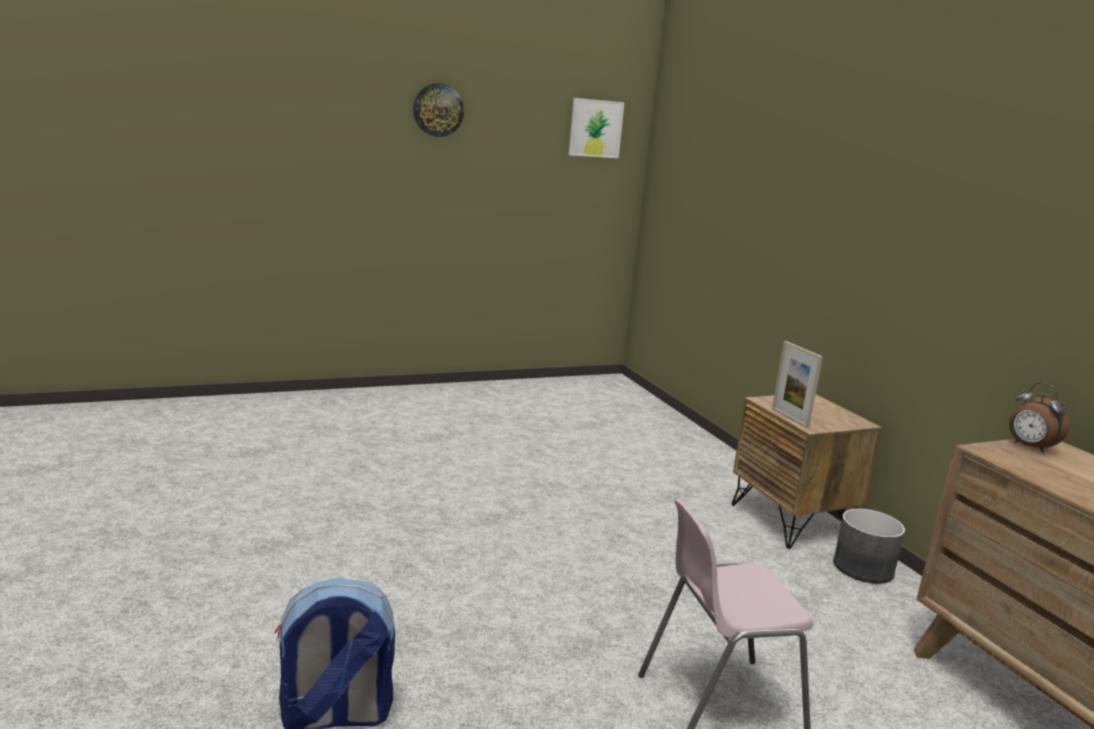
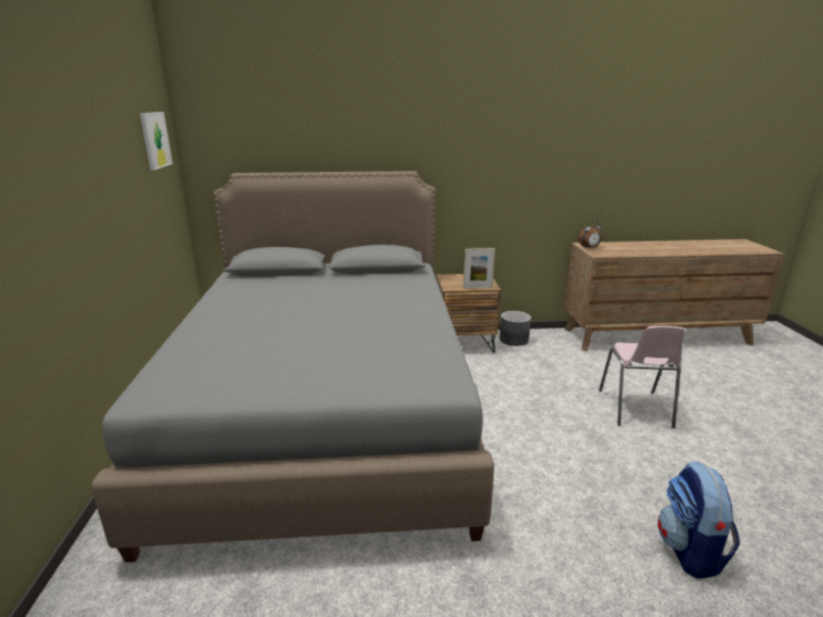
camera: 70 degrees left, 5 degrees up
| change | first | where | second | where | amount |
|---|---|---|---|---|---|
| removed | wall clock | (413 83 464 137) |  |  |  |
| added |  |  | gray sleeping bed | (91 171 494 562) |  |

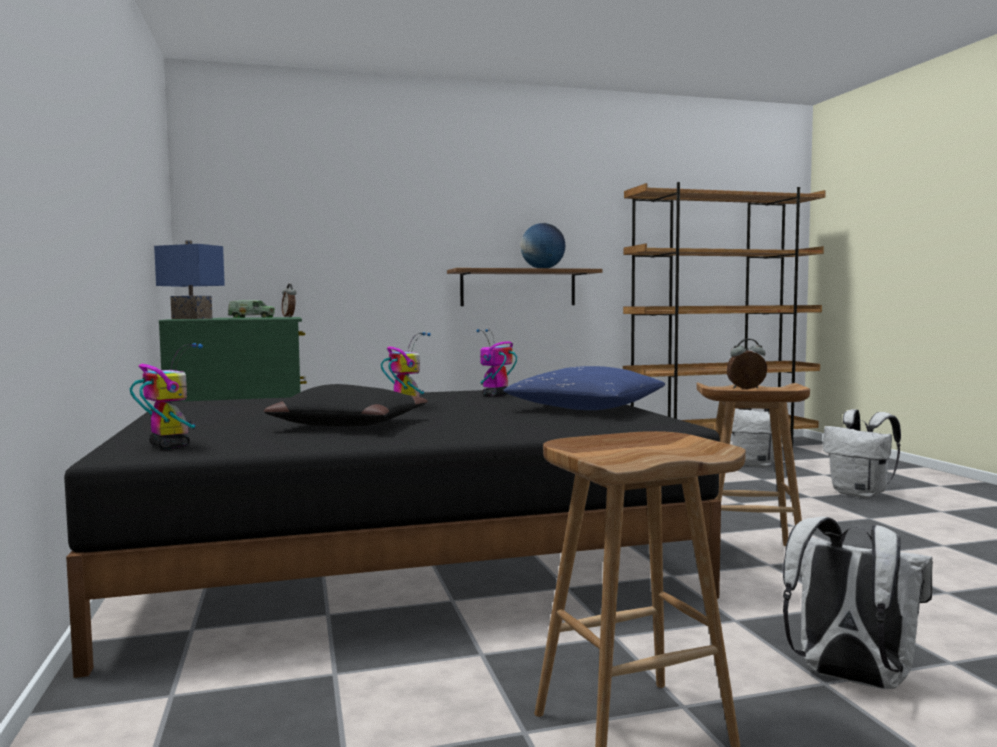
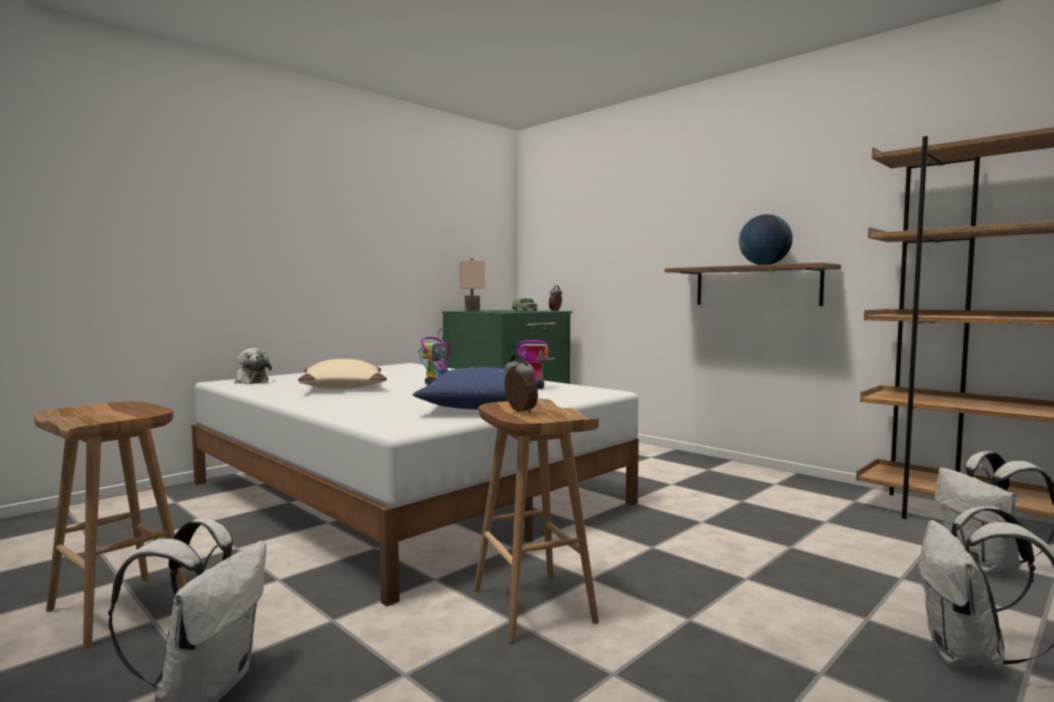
camera: 60 degrees right, 0 degrees up
| change | first | where | second | where | amount |
|---|---|---|---|---|---|
| replaced | toy robot | (130 343 203 449) | cuddly toy | (234 348 272 384) |  |
| recoloured | black sleeping bed | (64 390 721 678) | whitish sleeping bed | (192 363 639 607) |  |
| recoloured | bluish table lamp | (154 240 225 319) | beige table lamp | (460 258 485 311) |  |
| recoloured | black cushion | (264 384 428 427) | beige cushion | (298 359 387 389) |  |

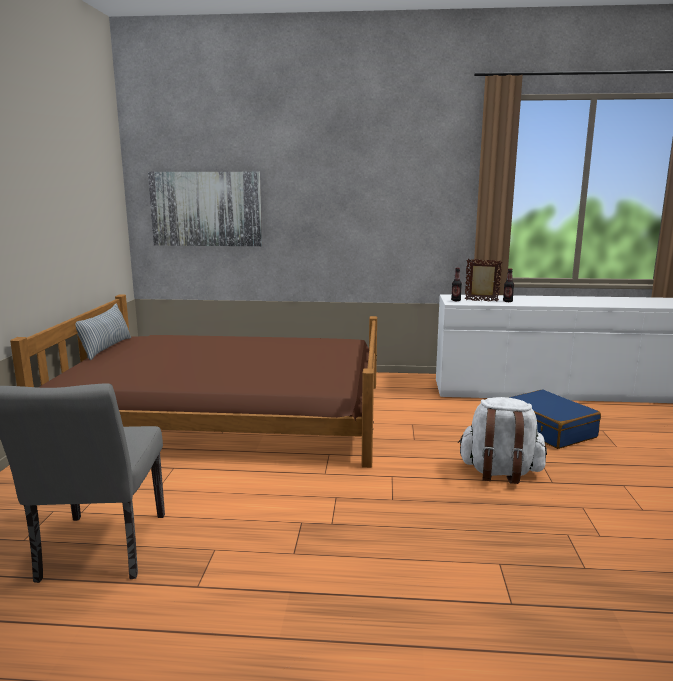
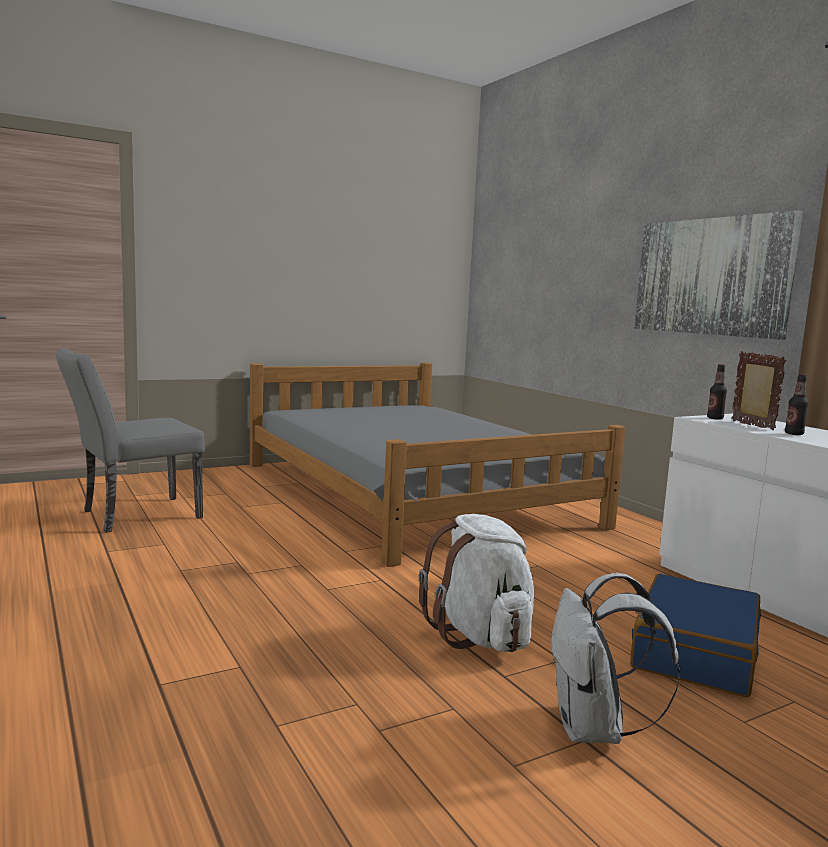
camera: 55 degrees right, 5 degrees down
| change | first | where | second | where | amount |
|---|---|---|---|---|---|
| removed | cushion | (75 304 131 360) |  |  |  |
| added |  |  | whitish backpack | (551 573 680 744) |  |
| moved | wall art | (148 172 262 246) |  | (634 210 803 340) |  |
| recoloured | brown sleeping bed | (10 295 377 468) | gray sleeping bed | (250 362 625 567) |  |

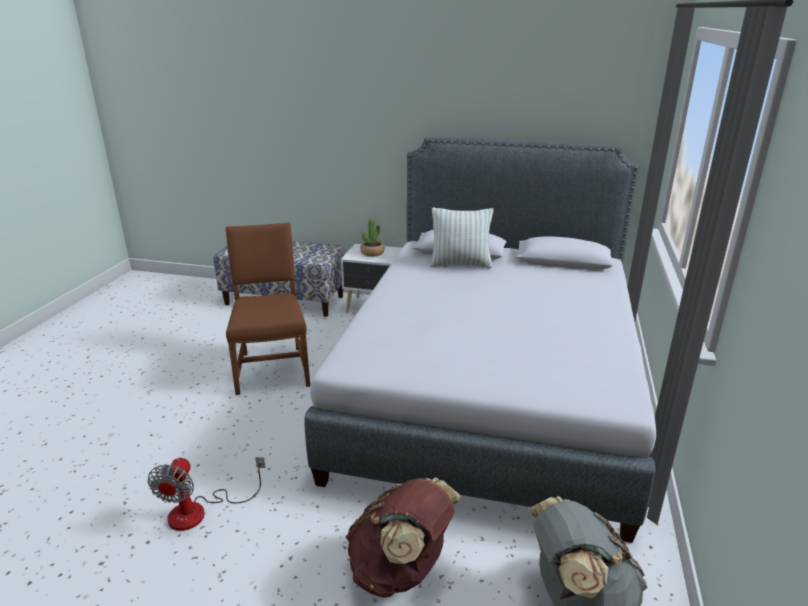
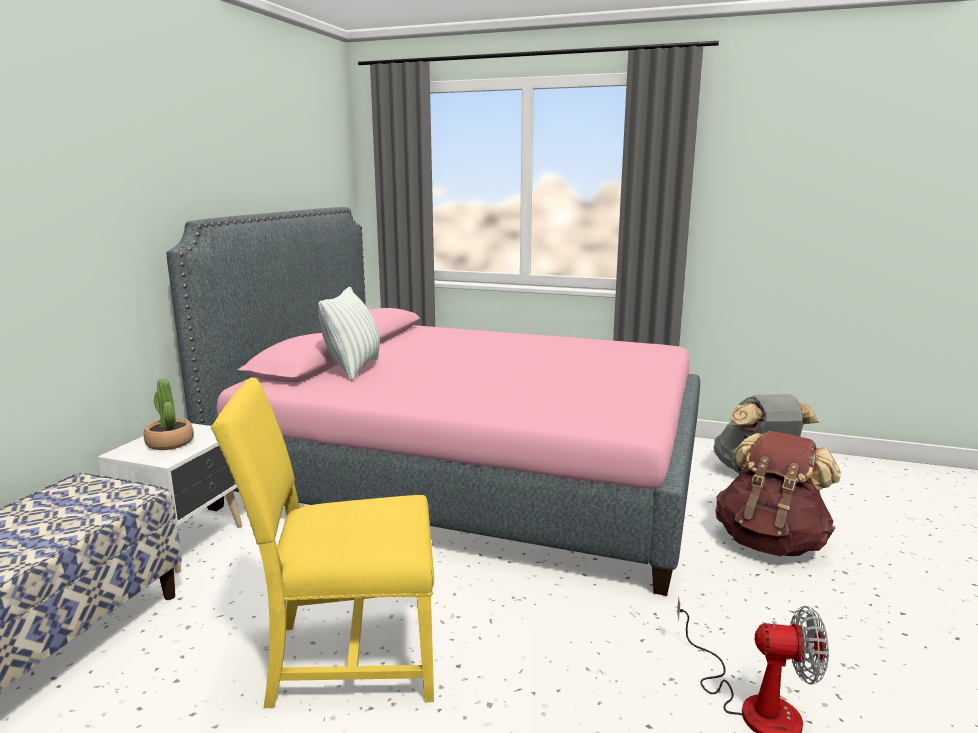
camera: 85 degrees left, 10 degrees down
| change | first | where | second | where | amount |
|---|---|---|---|---|---|
| recoloured | brown upright chair | (226 222 310 395) | yellowish upright chair | (210 378 434 708) |  |
| recoloured | gray sleeping bed | (305 137 656 543) | pink-coloured sleeping bed | (166 207 700 596) |  |

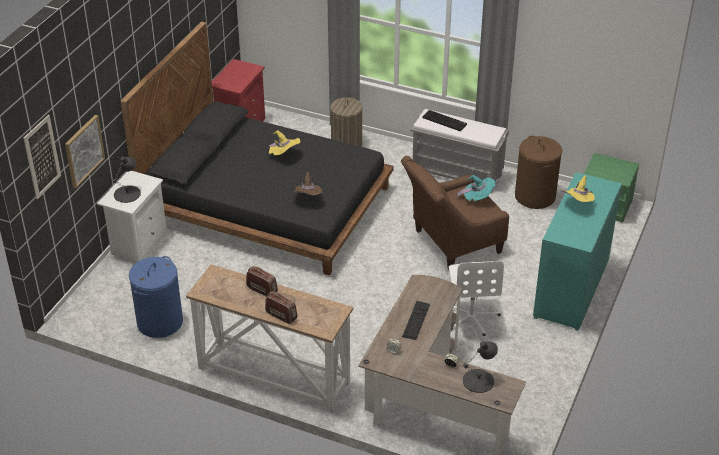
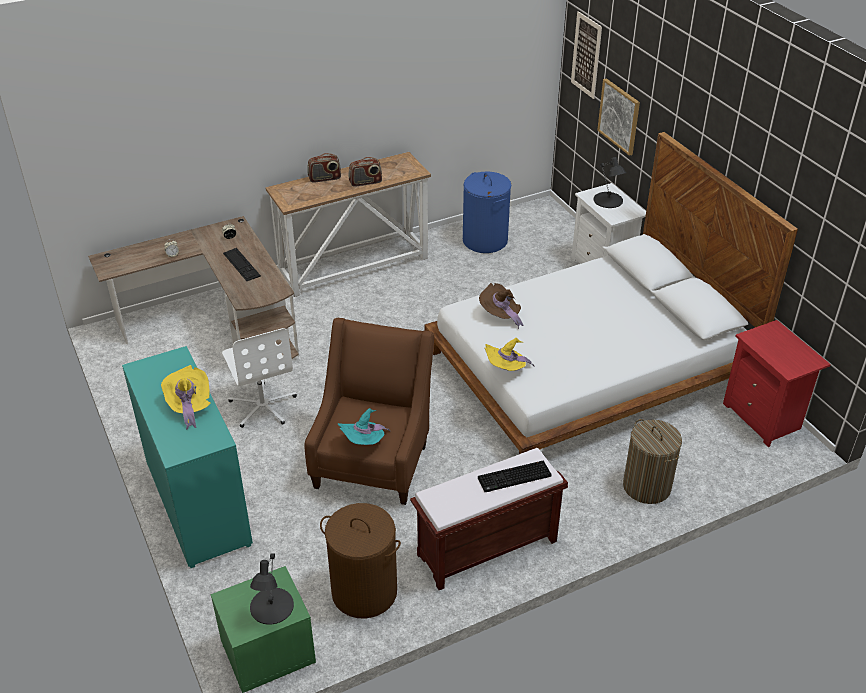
camera: 130 degrees right, 0 degrees up
| change | first | where | second | where | amount |
|---|---|---|---|---|---|
| moved | yellowish hat | (267 130 300 155) |  | (484 338 535 371) |  |
| moved | black table lamp | (463 341 498 393) |  | (250 553 294 625) |  |
| recoloured | black sleeping bed | (120 22 394 275) | whitish sleeping bed | (425 132 798 454) |  |
| recoloured | gray indoor bench | (410 109 509 193) | brown indoor bench | (410 448 568 590) |  |
| turned | whitish office chair | (449 261 504 336) |  | (222 328 297 428) | 150 degrees counterclockwise |

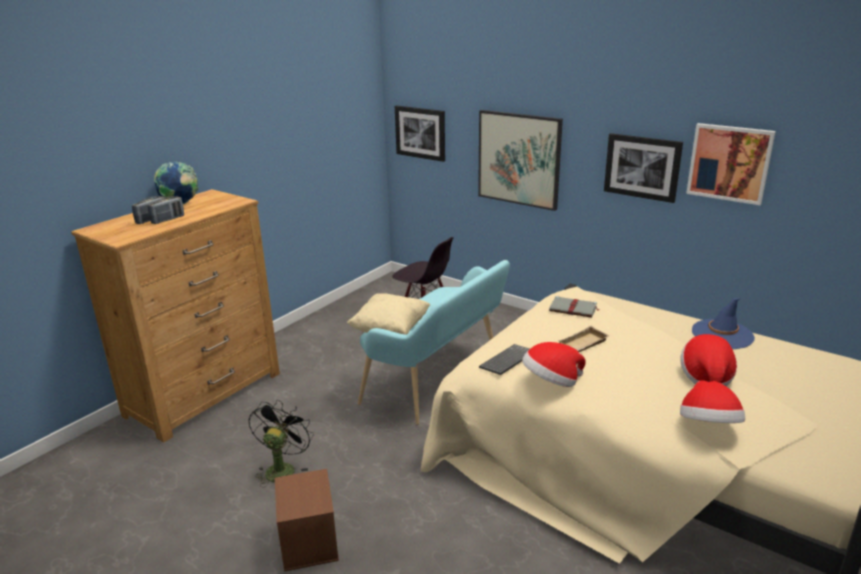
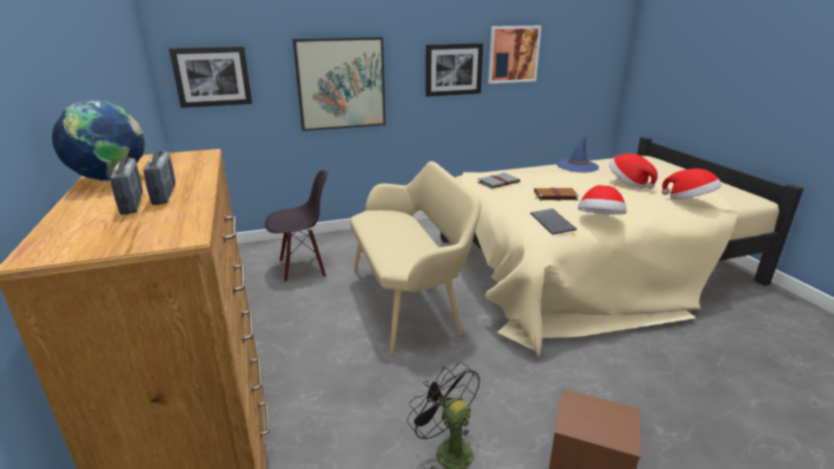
camera: 55 degrees left, 0 degrees up
| change | first | where | second | where | amount |
|---|---|---|---|---|---|
| removed | beige cushion | (347 293 430 335) |  |  |  |
| replaced | beige serving tray | (559 326 610 352) | brown bound book | (534 188 579 201) |  |
| recoloured | turquoise indoor bench | (358 260 510 425) | beige indoor bench | (350 161 481 355) |  |

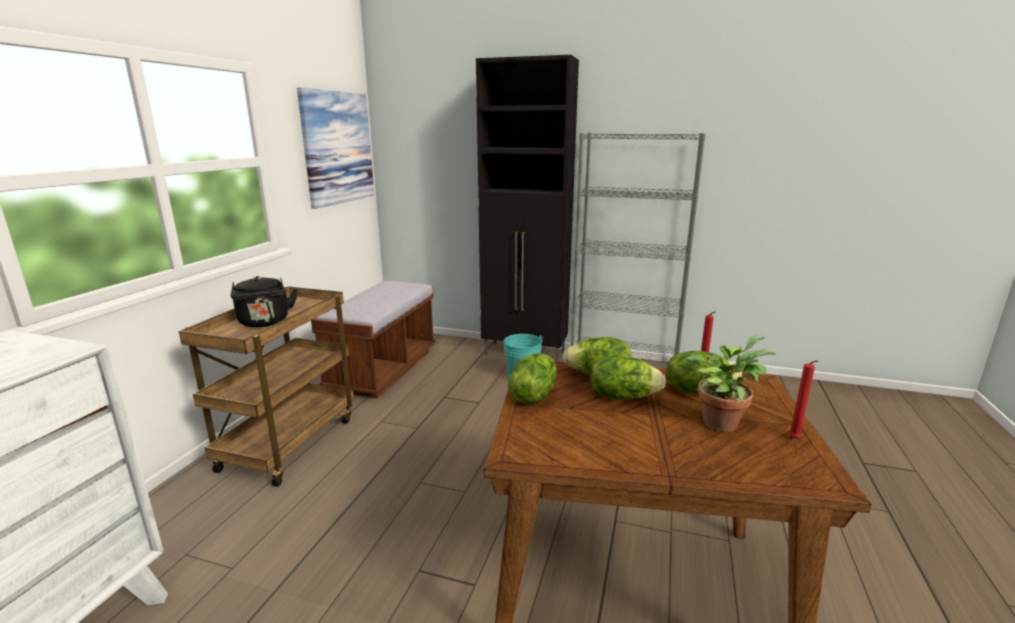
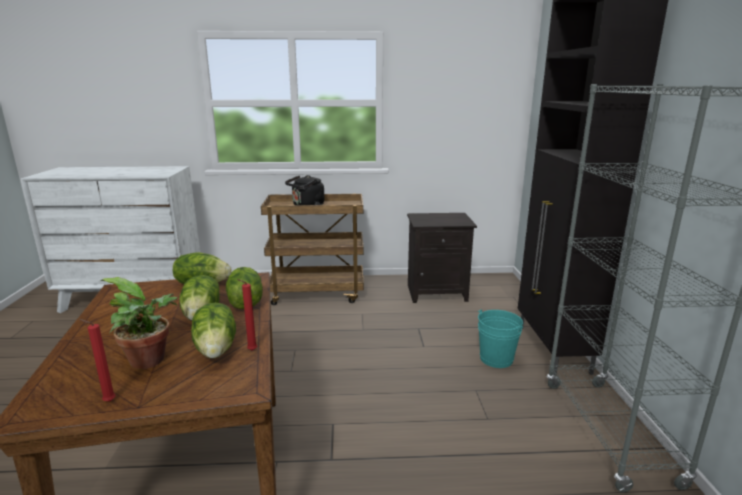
camera: 70 degrees right, 0 degrees up
| change | first | where | second | where | amount |
|---|---|---|---|---|---|
| removed | wall art | (297 87 374 209) |  |  |  |
| replaced | brown indoor bench | (311 281 436 399) | black night table | (407 213 477 303) |  |

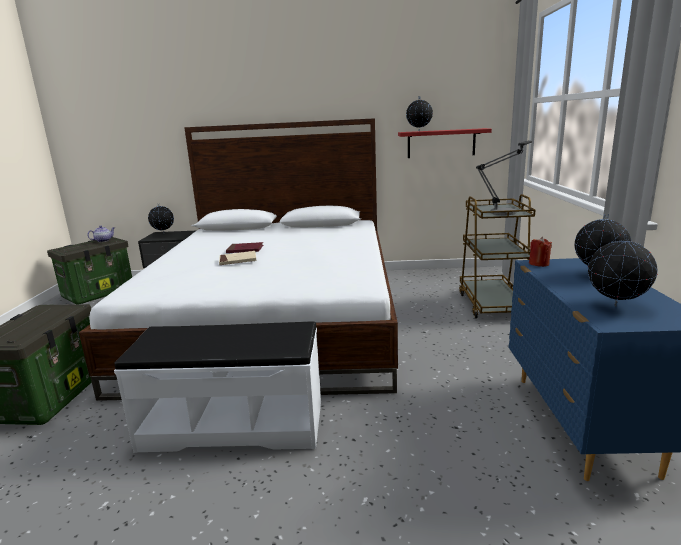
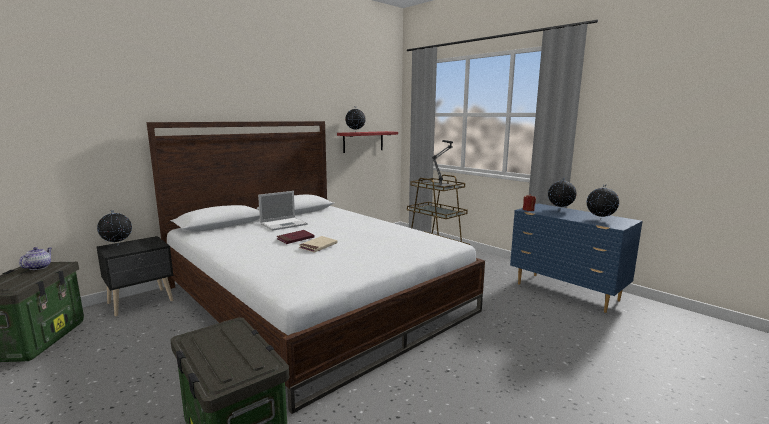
camera: 45 degrees left, 5 degrees down
| change | first | where | second | where | amount |
|---|---|---|---|---|---|
| removed | whitish indoor bench | (114 321 321 453) |  |  |  |
| added |  |  | laptop | (258 191 308 231) |  |

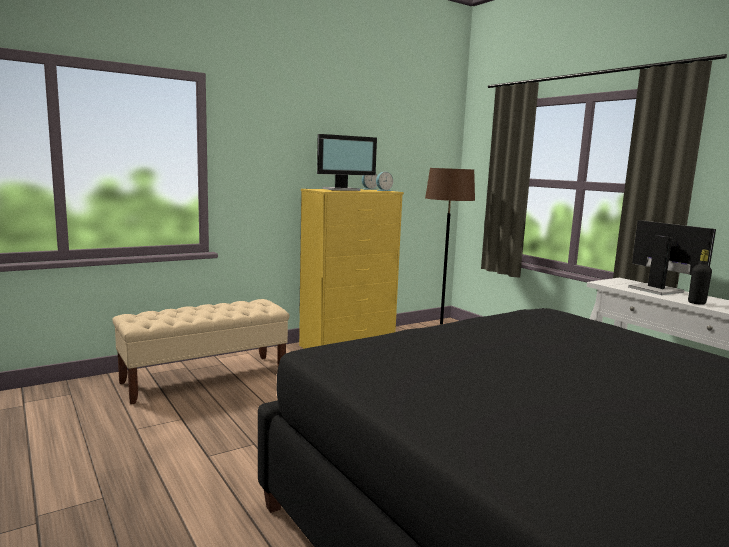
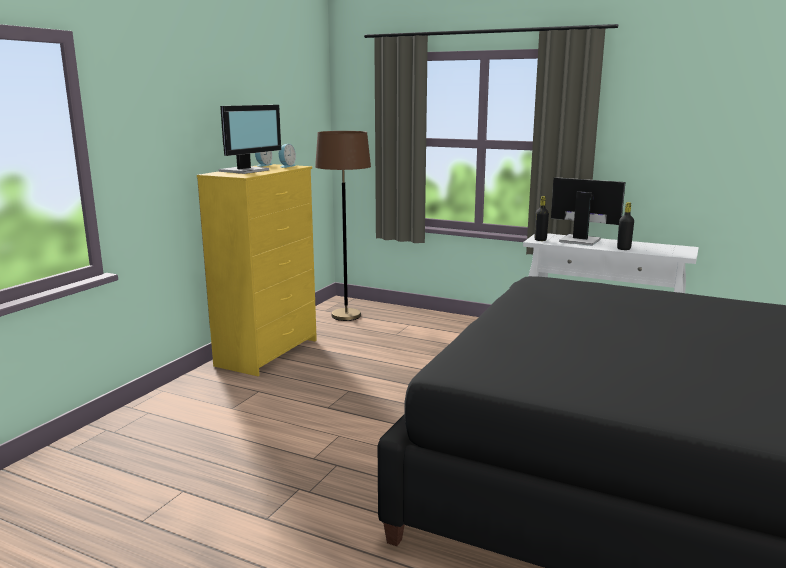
camera: 30 degrees left, 5 degrees up
| change | first | where | second | where | amount |
|---|---|---|---|---|---|
| removed | beige indoor bench | (112 299 290 404) |  |  |  |
| added |  |  | black drink bottle | (534 196 549 241) |  |

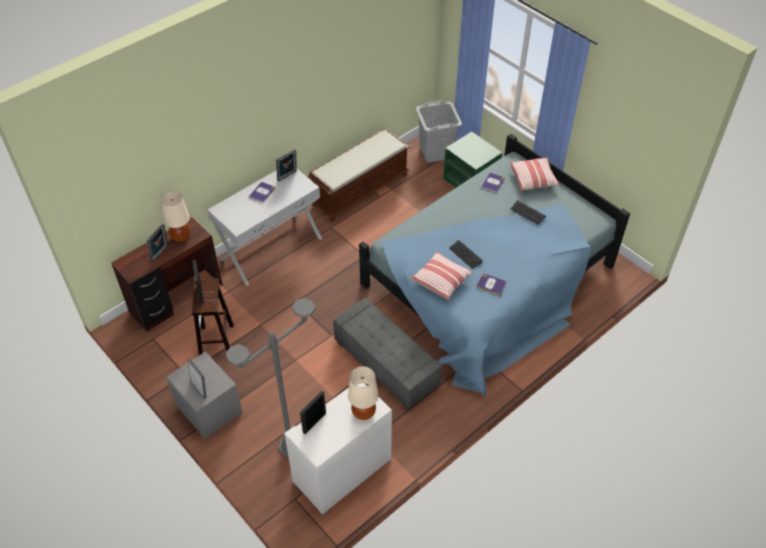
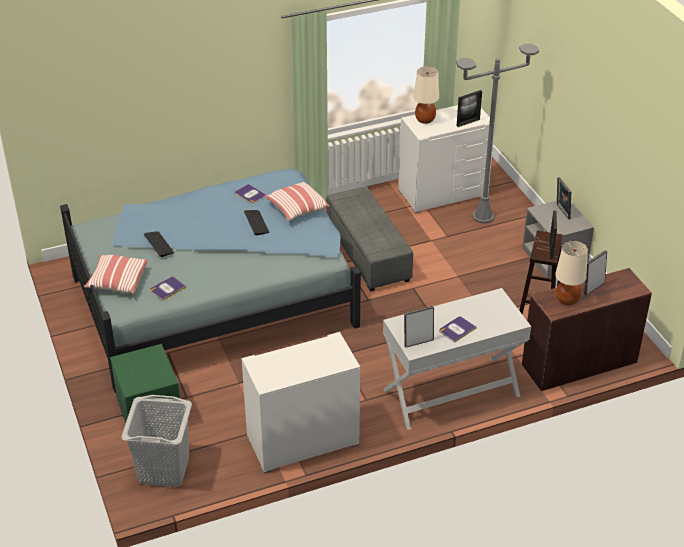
camera: 160 degrees left, 10 degrees down
| change | first | where | second | where | amount |
|---|---|---|---|---|---|
| replaced | brown indoor bench | (307 128 410 222) | whitish drawer chest | (241 332 360 474) |  |

